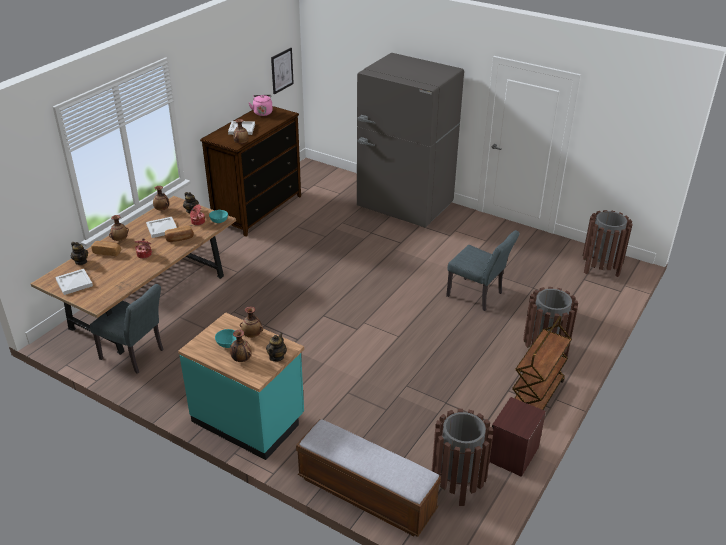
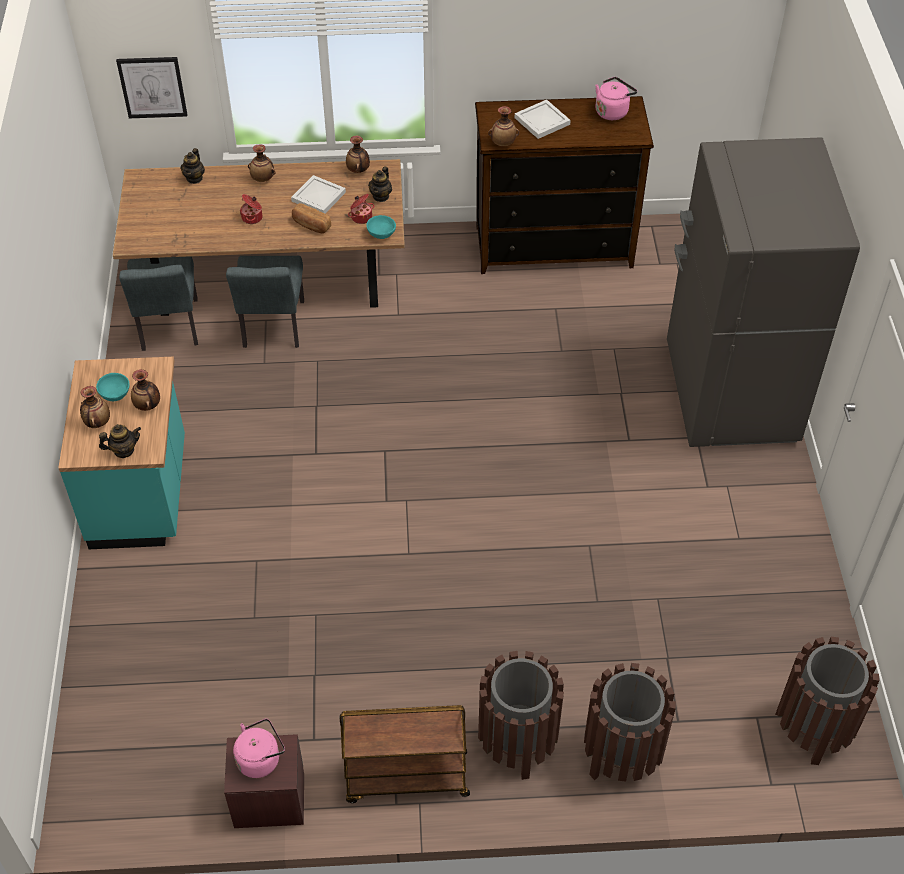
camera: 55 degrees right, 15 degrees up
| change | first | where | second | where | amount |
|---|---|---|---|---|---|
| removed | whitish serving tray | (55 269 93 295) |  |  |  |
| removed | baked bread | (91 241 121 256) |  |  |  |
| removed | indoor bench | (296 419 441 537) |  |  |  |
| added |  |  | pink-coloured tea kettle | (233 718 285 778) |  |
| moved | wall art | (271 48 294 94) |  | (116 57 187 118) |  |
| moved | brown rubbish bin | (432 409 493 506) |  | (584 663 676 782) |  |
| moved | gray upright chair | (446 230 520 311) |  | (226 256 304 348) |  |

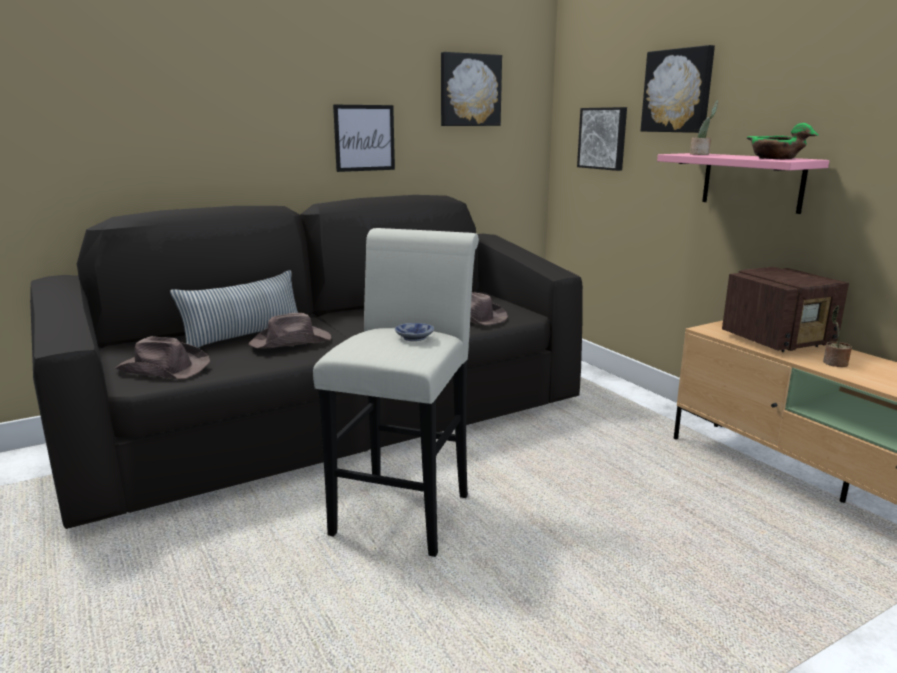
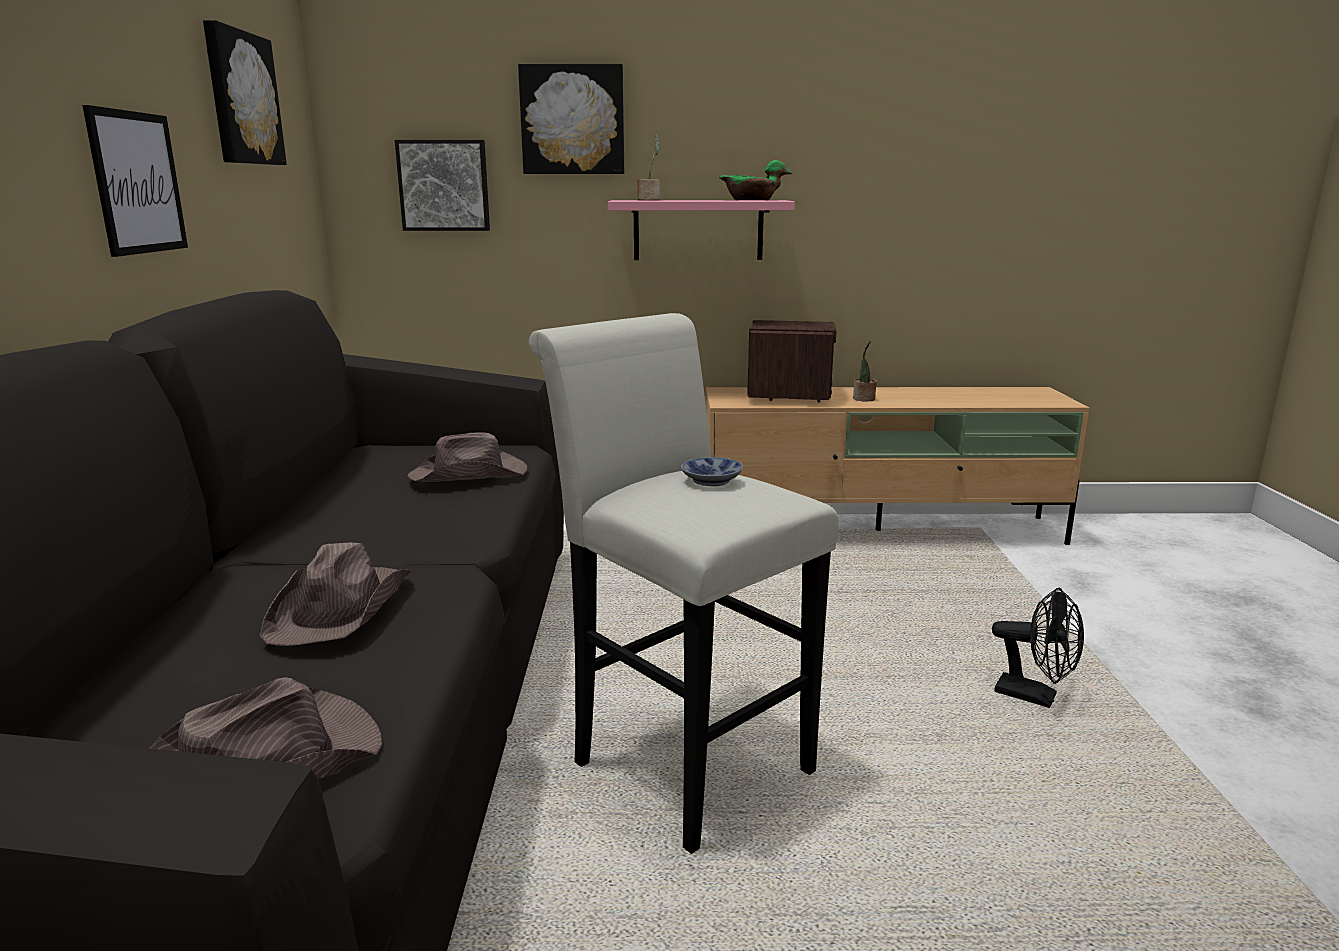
camera: 60 degrees left, 0 degrees up
| change | first | where | second | where | amount |
|---|---|---|---|---|---|
| removed | cushion | (170 270 298 348) |  |  |  |
| added |  |  | black electric fan | (992 588 1084 708) |  |

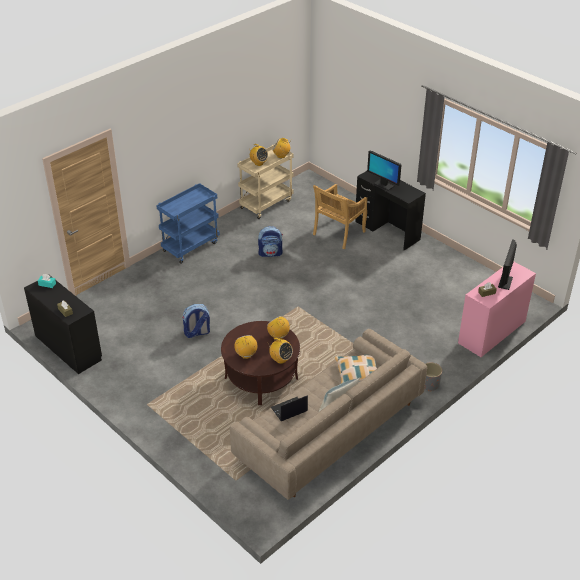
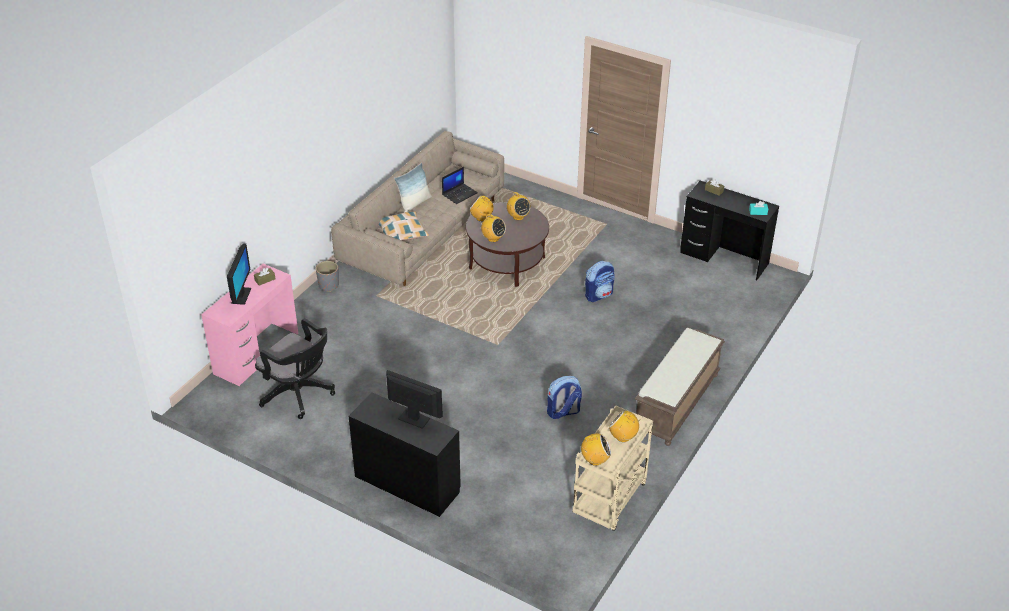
camera: 165 degrees right, 0 degrees up
| change | first | where | second | where | amount |
|---|---|---|---|---|---|
| removed | beige upright chair | (313 184 367 249) |  |  |  |
| added |  |  | black office chair | (255 318 335 419) |  |
| replaced | bluish cart | (156 183 220 264) | brown indoor bench | (635 328 725 446) |  |

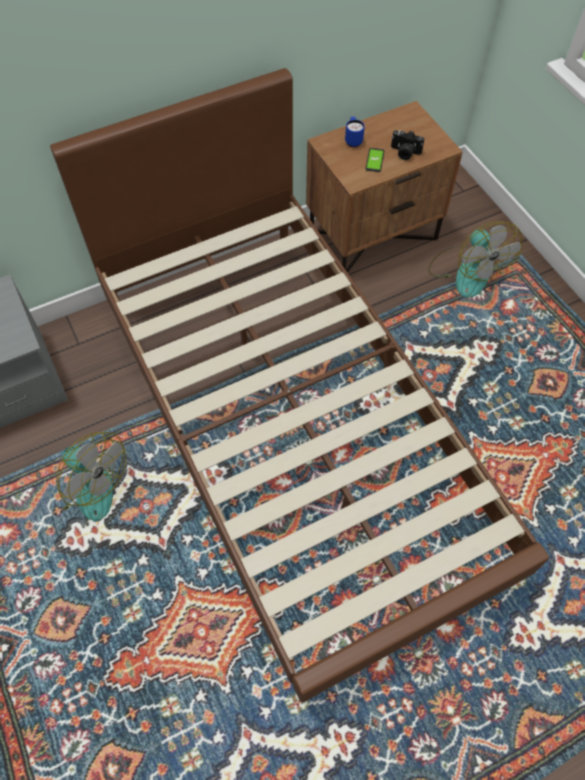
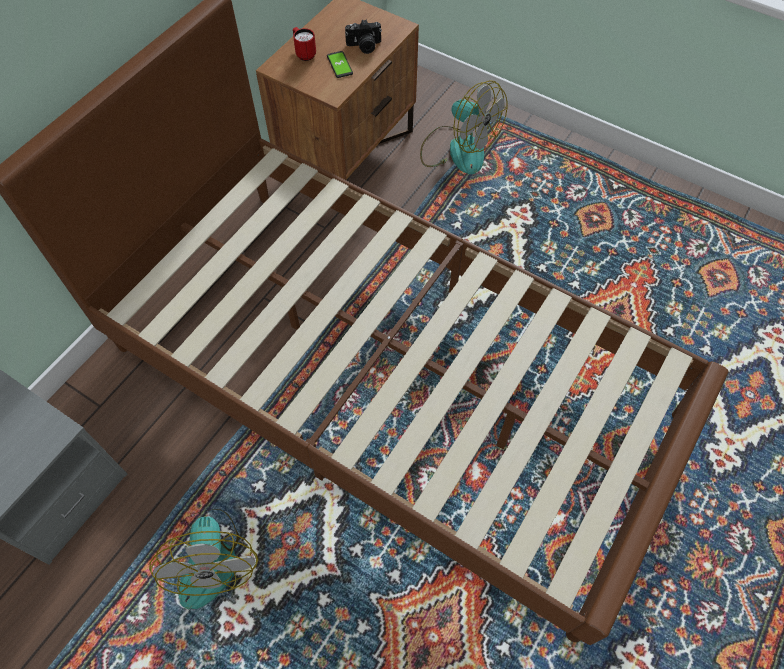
camera: 30 degrees left, 0 degrees up
| change | first | where | second | where | amount |
|---|---|---|---|---|---|
| recoloured | bluish mug | (345 117 365 147) | red-coloured mug | (293 27 316 61) |  |
| turned | electric fan | (48 432 126 521) |  | (149 509 258 609) | 75 degrees clockwise |

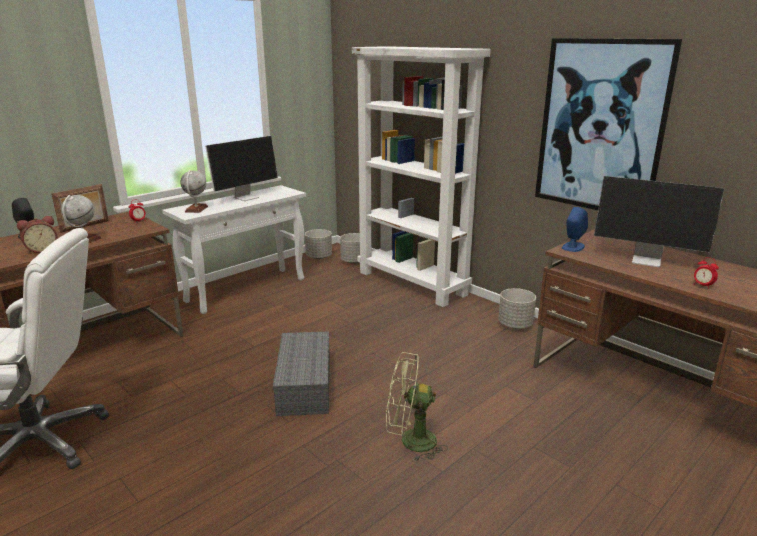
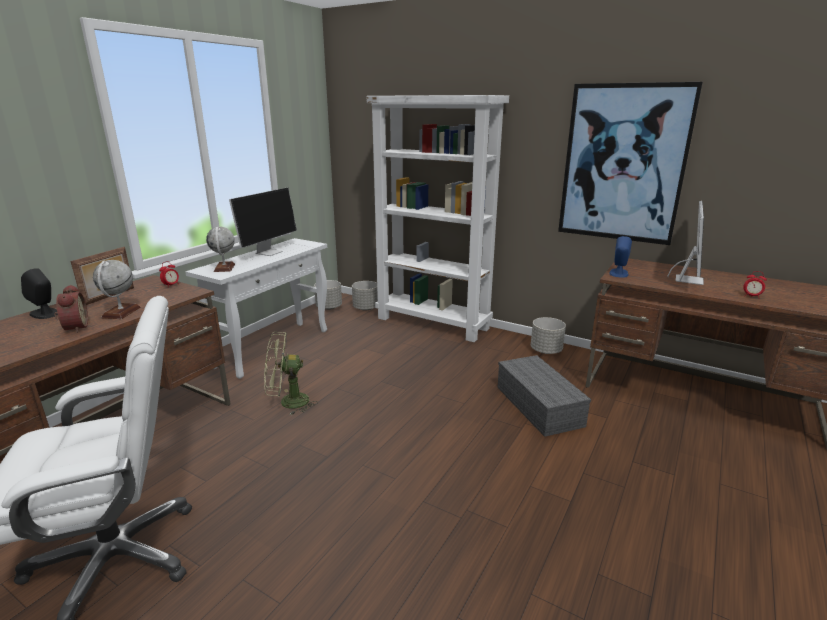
camera: 15 degrees left, 0 degrees up
| change | first | where | second | where | amount |
|---|---|---|---|---|---|
| moved | gray storage bin | (273 331 330 416) |  | (497 355 591 437) |  |
| moved | green-coloured electric fan | (386 352 448 462) |  | (264 332 318 415) |  |
| turned | bedside clock | (17 216 58 254) |  | (54 285 88 333) | 60 degrees counterclockwise |
| turned | computer display | (594 176 724 267) |  | (667 201 704 285) | 75 degrees counterclockwise |

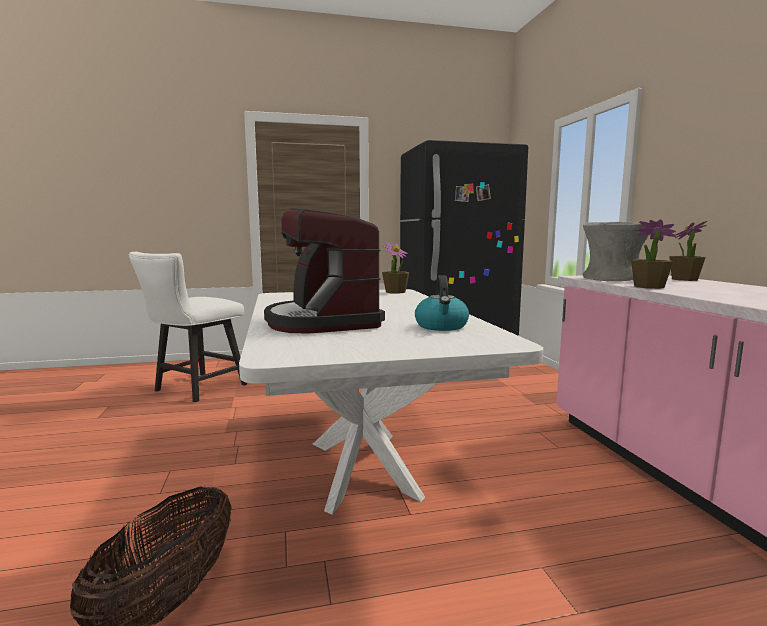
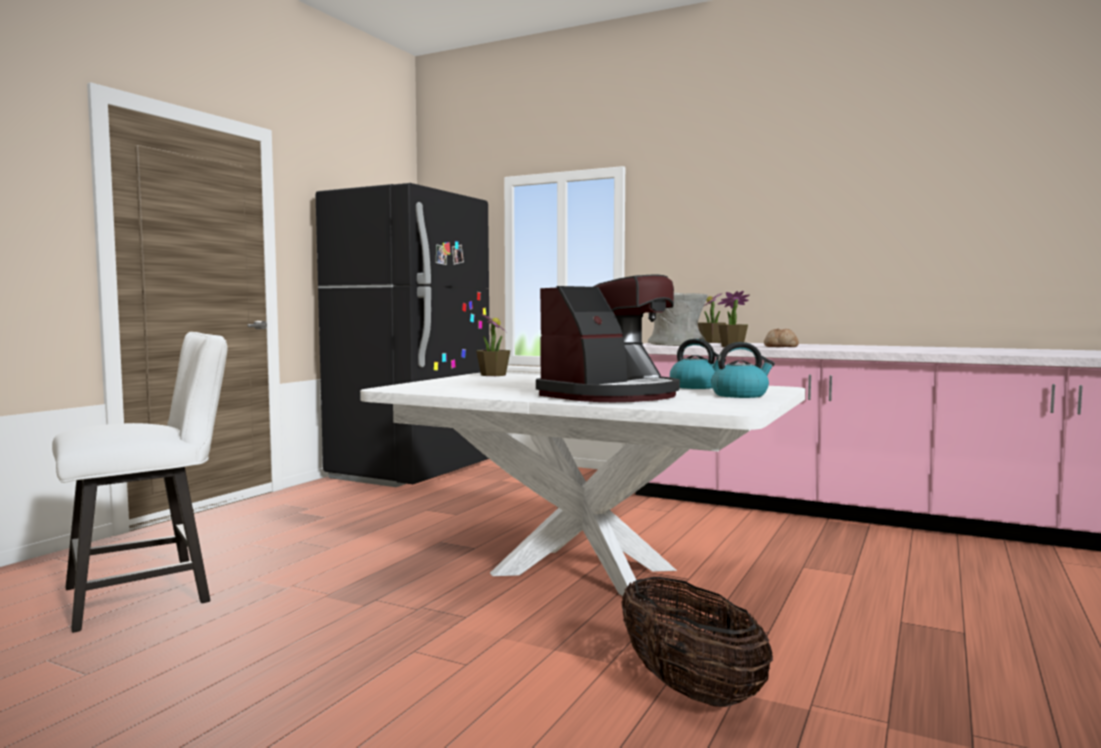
camera: 50 degrees left, 5 degrees down
| change | first | where | second | where | amount |
|---|---|---|---|---|---|
| added |  |  | tea kettle | (711 342 775 398) |  |
| added |  |  | baked bread | (764 329 799 347) |  |
| turned | whitish upright chair | (129 252 247 402) |  | (52 332 228 633) | 105 degrees counterclockwise |
| turned | coffee machine | (264 208 385 334) |  | (536 275 680 402) | 60 degrees counterclockwise |

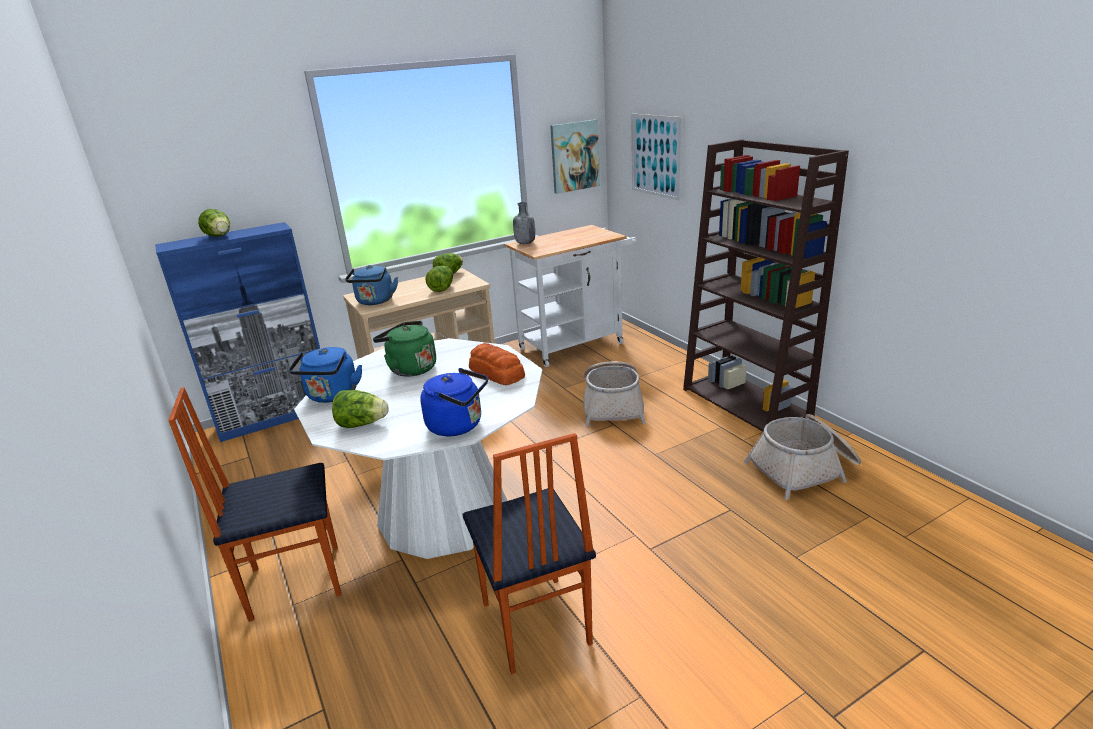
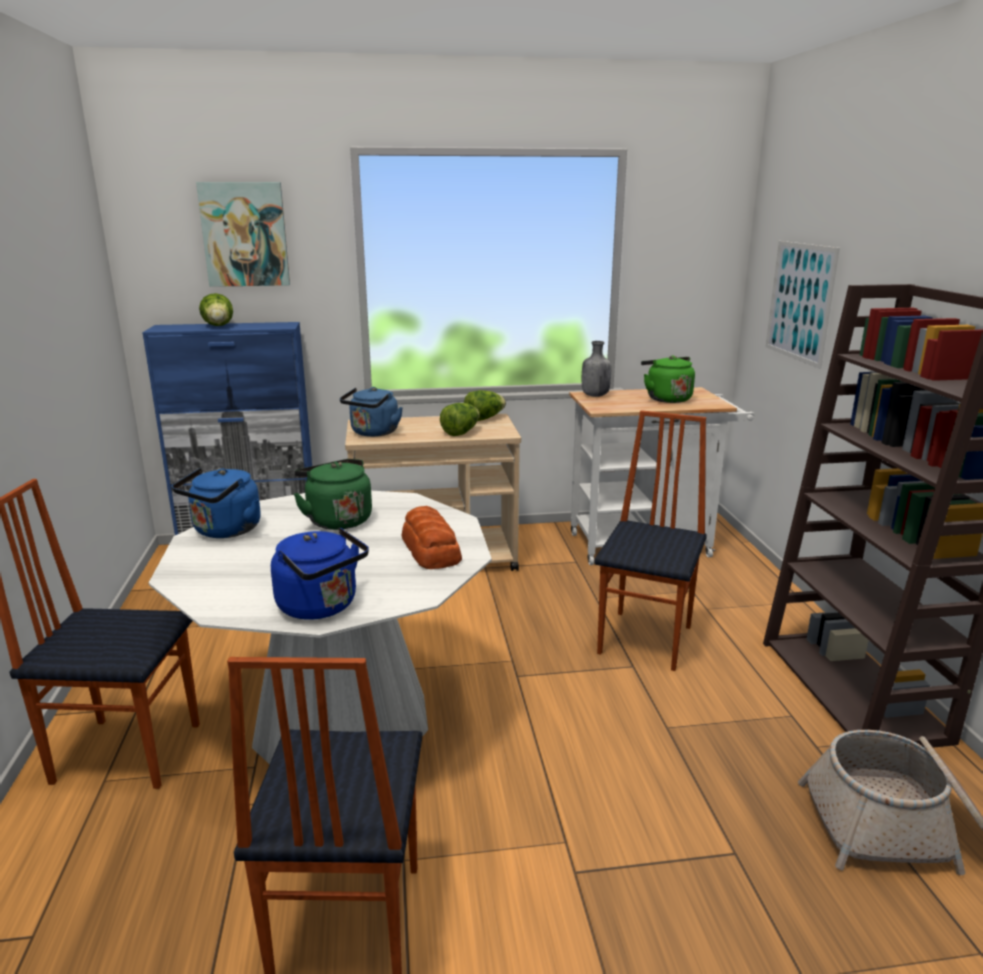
camera: 20 degrees right, 5 degrees down
| change | first | where | second | where | amount |
|---|---|---|---|---|---|
| removed | head of lettuce | (332 390 389 428) |  |  |  |
| added |  |  | green-coloured tea kettle | (641 355 695 403) |  |
| moved | wall art | (550 119 600 194) |  | (196 182 290 287) |  |
| replaced | household basket | (583 361 646 427) | upright chair | (594 410 707 671) |  |

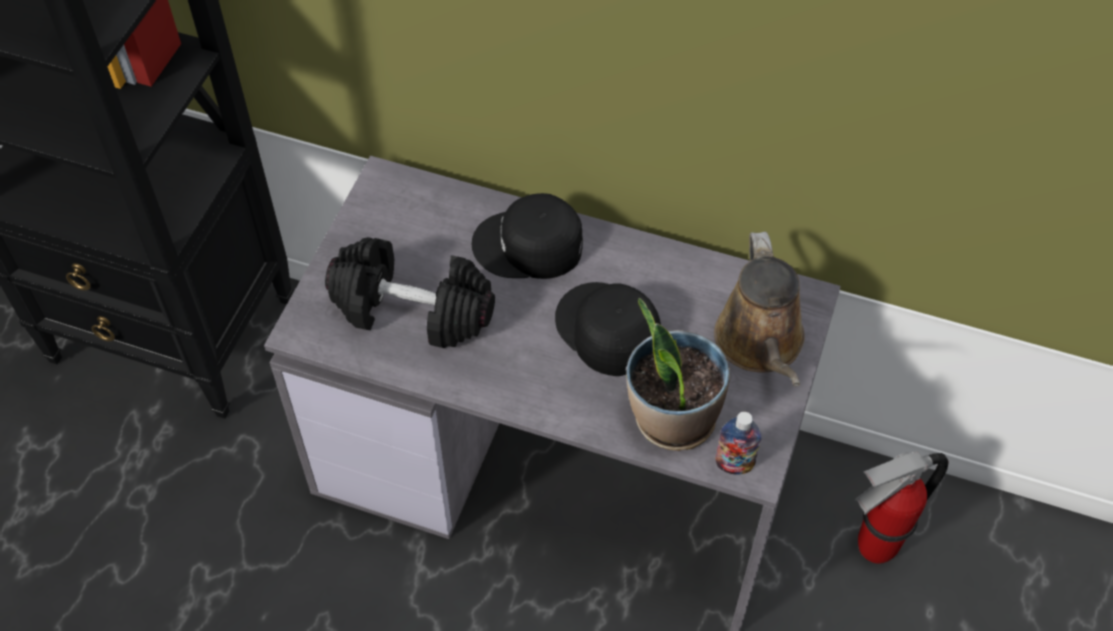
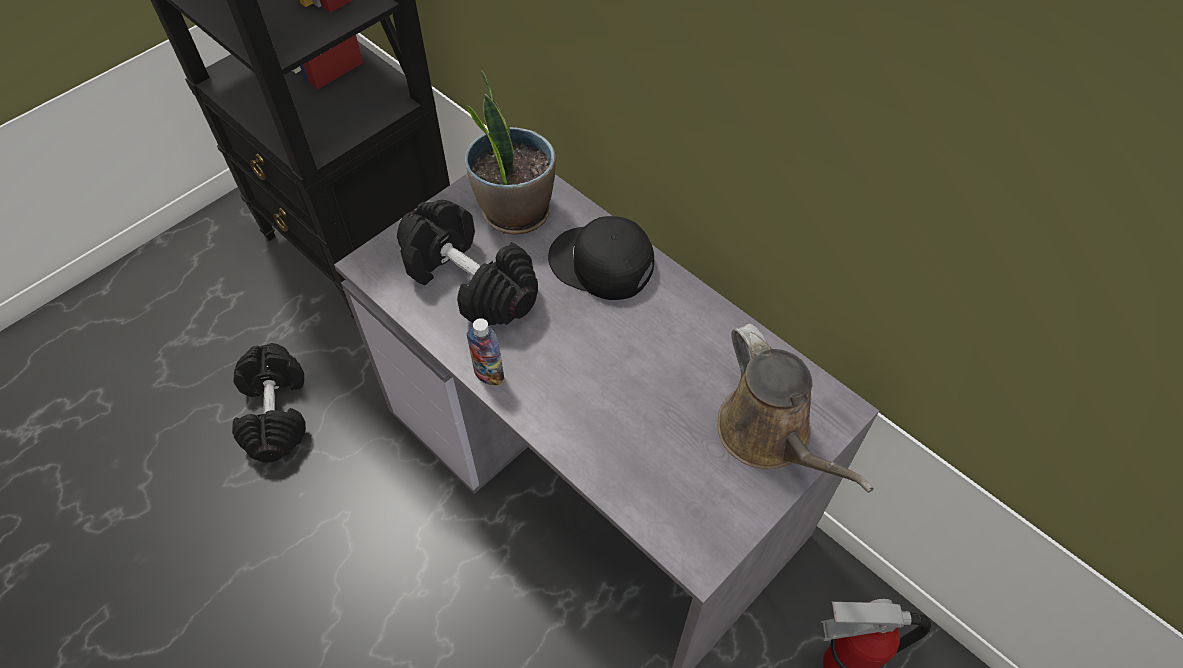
camera: 25 degrees right, 0 degrees up
| change | first | where | second | where | amount |
|---|---|---|---|---|---|
| removed | black cap | (555 282 661 376) |  |  |  |
| added |  |  | black dumbbell | (232 343 306 463) |  |
| moved | potted plant | (626 298 730 451) |  | (462 70 556 235) |  |
| moved | drink bottle | (715 412 762 475) |  | (467 318 504 385) |  |
| turned | brown watering can | (714 232 805 387) |  | (717 324 874 493) | 45 degrees counterclockwise |

